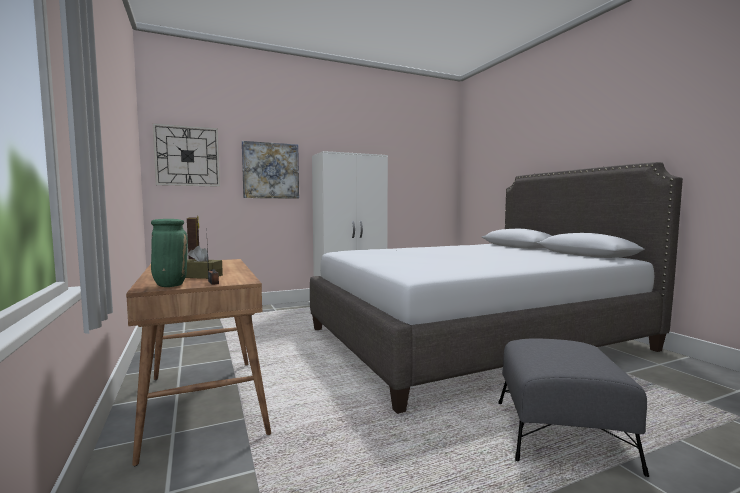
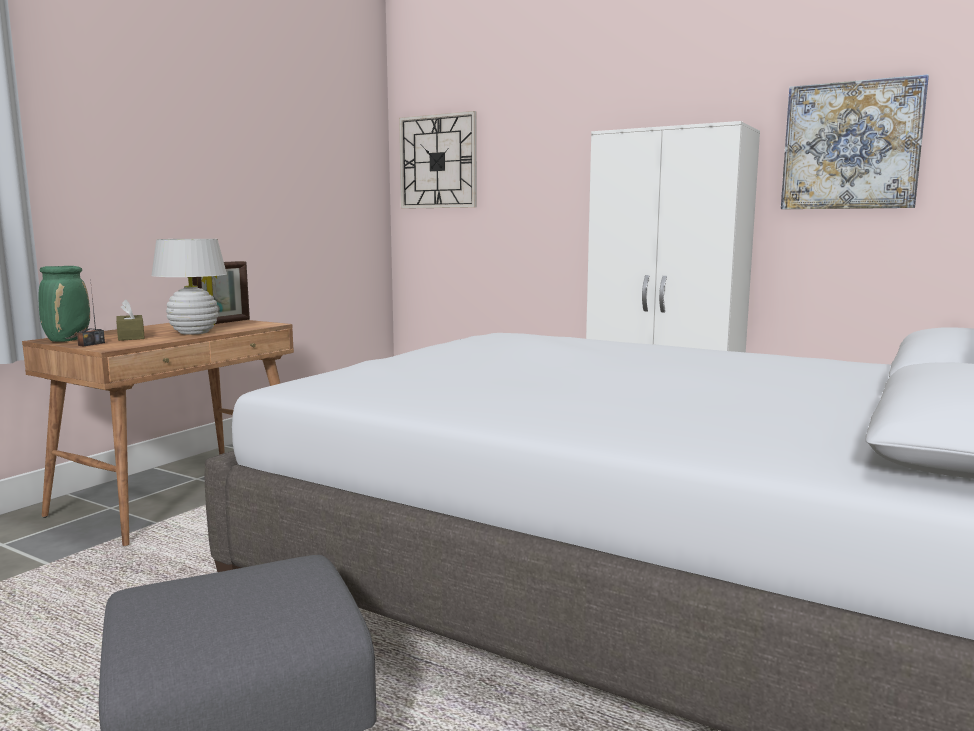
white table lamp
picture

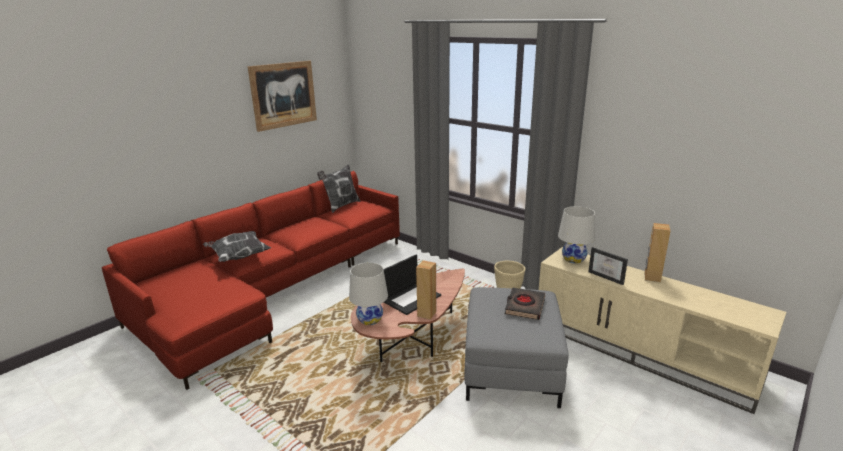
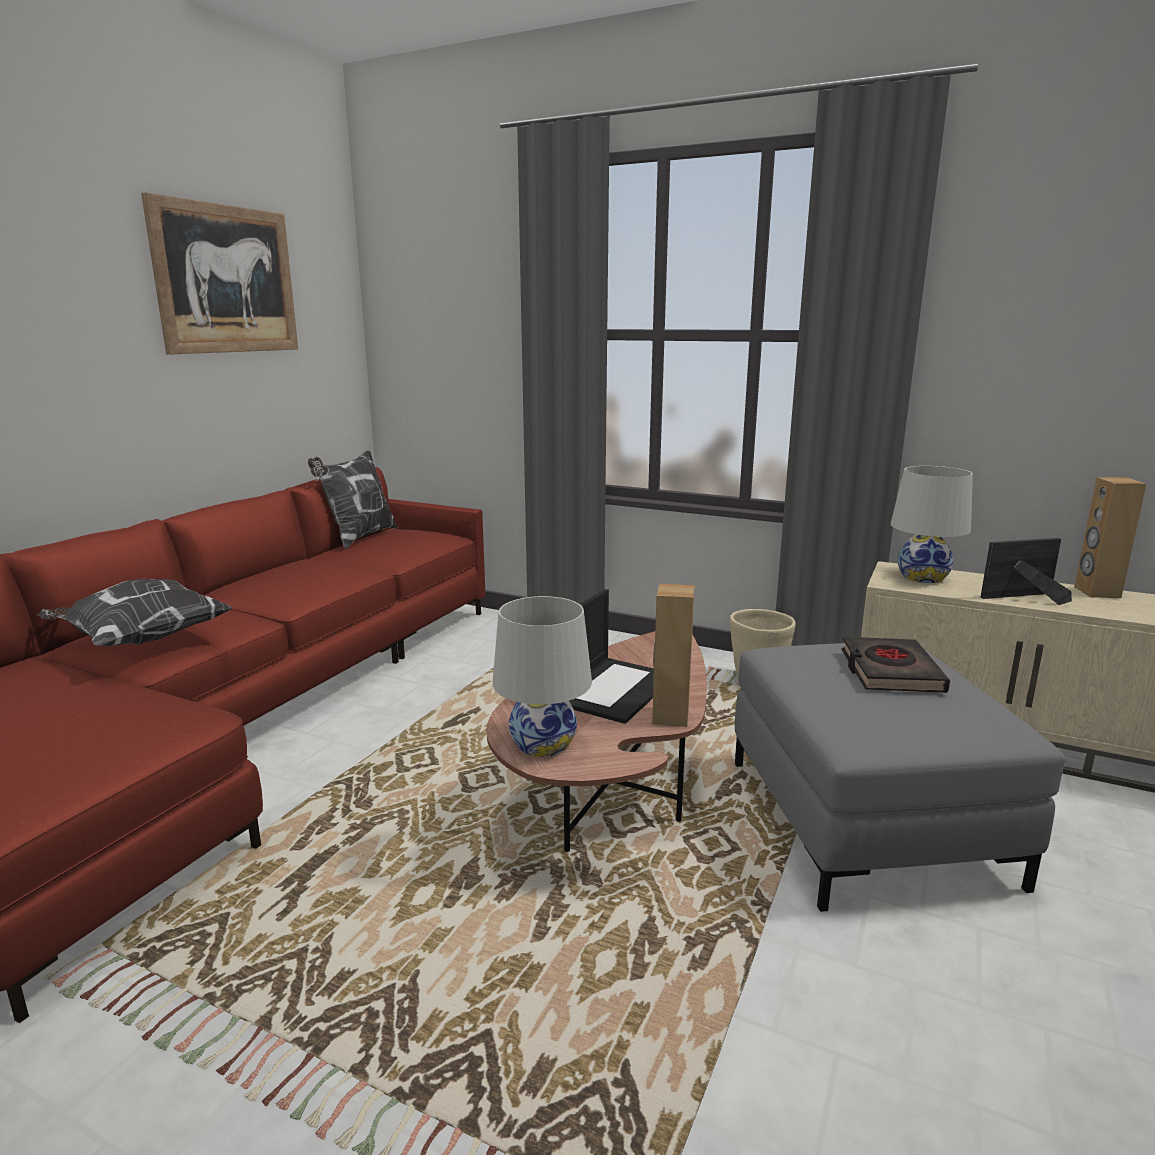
picture frame

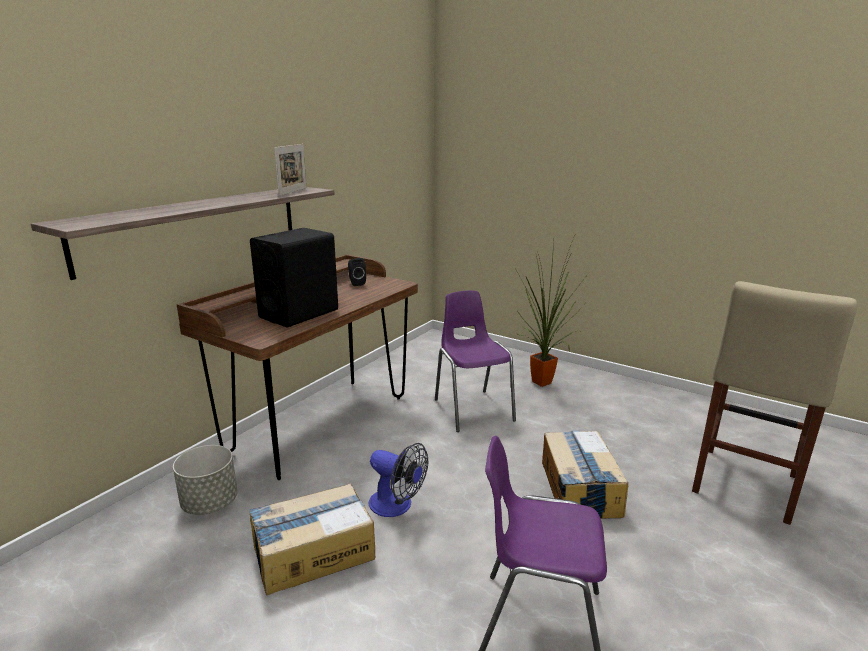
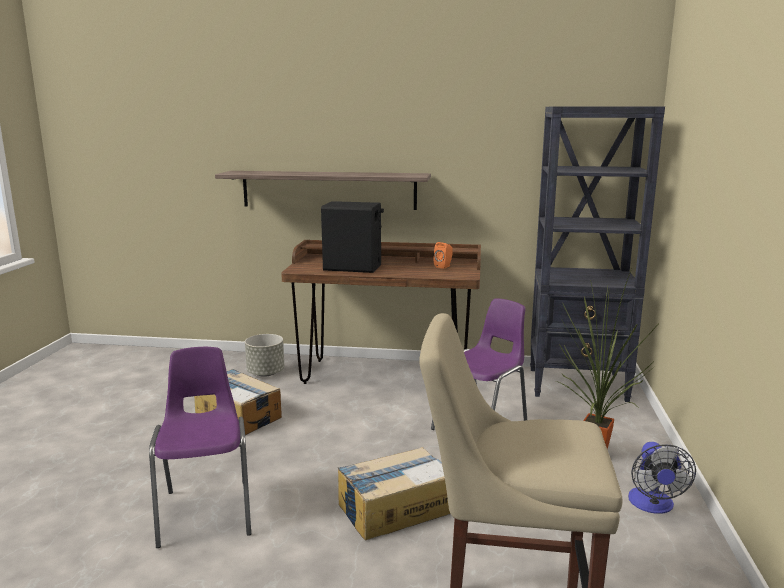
orange speaker
black bookcase
fan
picture frame

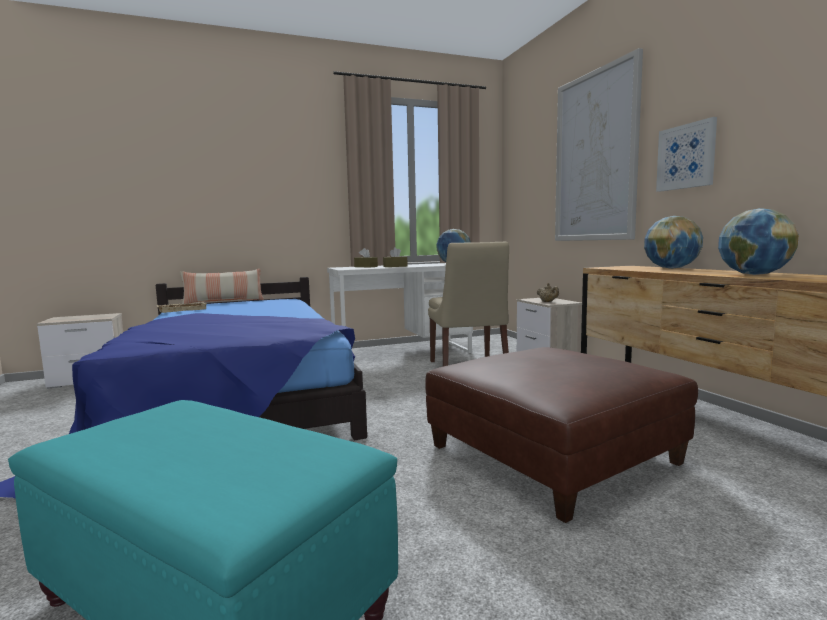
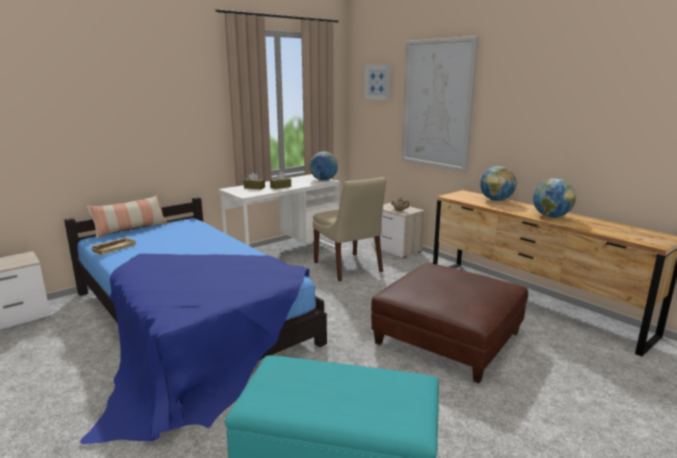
picture (no. 1 from left)

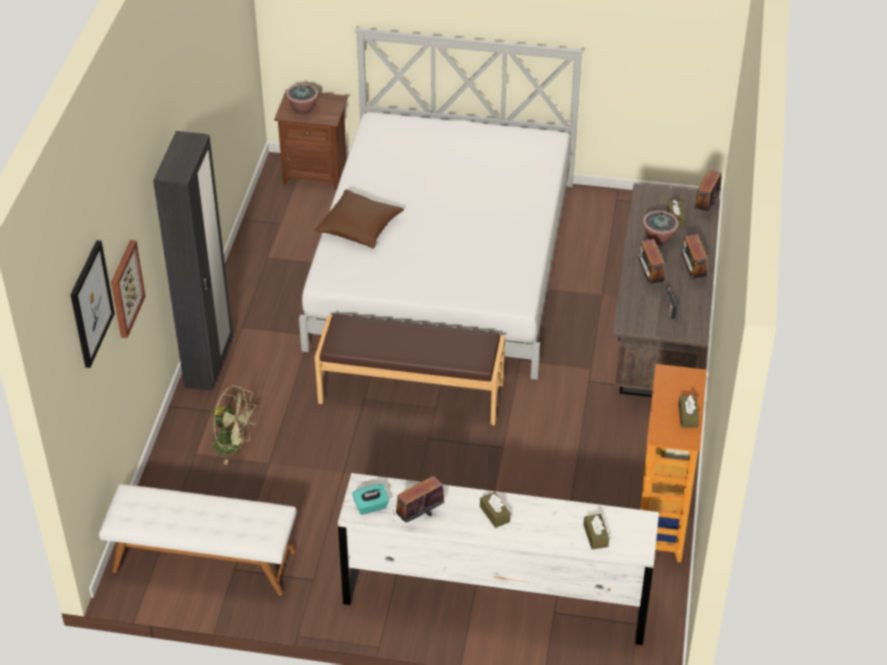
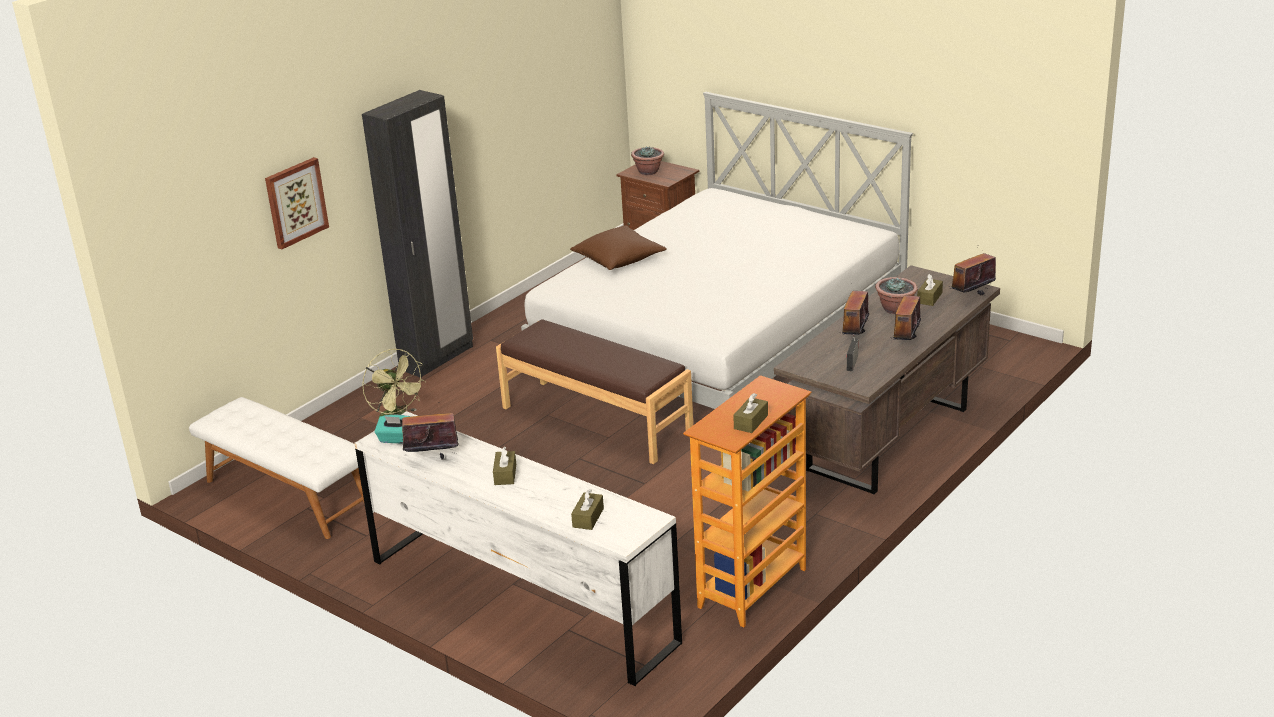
picture (no. 1 from left in the first image)

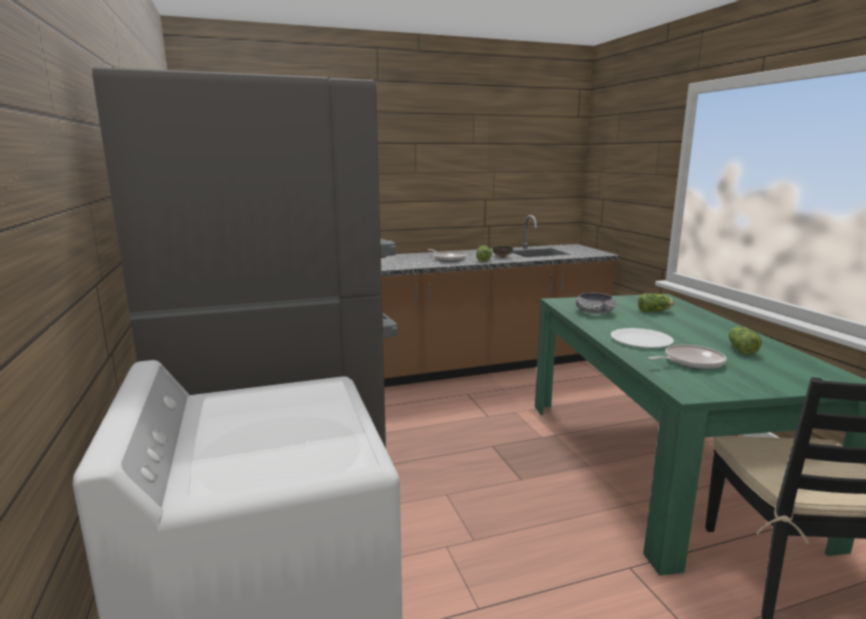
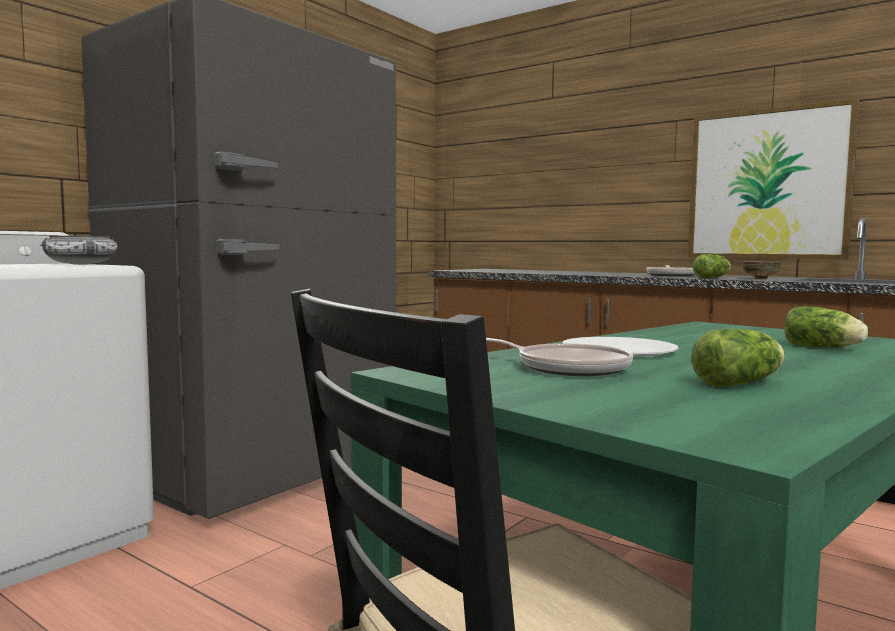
bowl (no. 1 from left)
picture

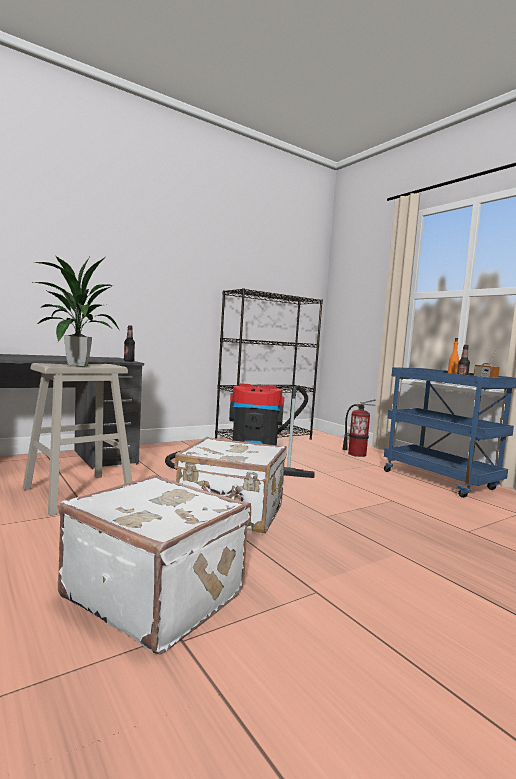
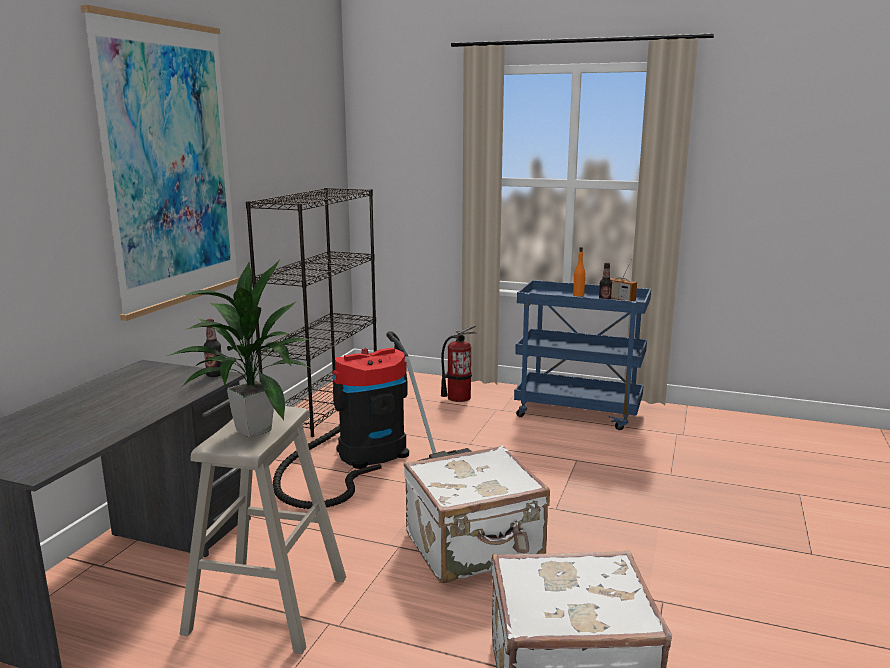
picture

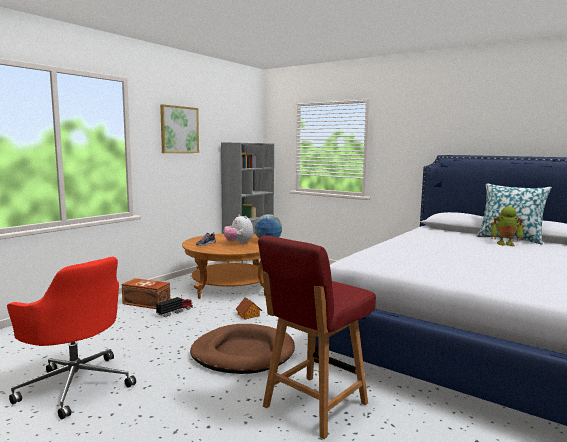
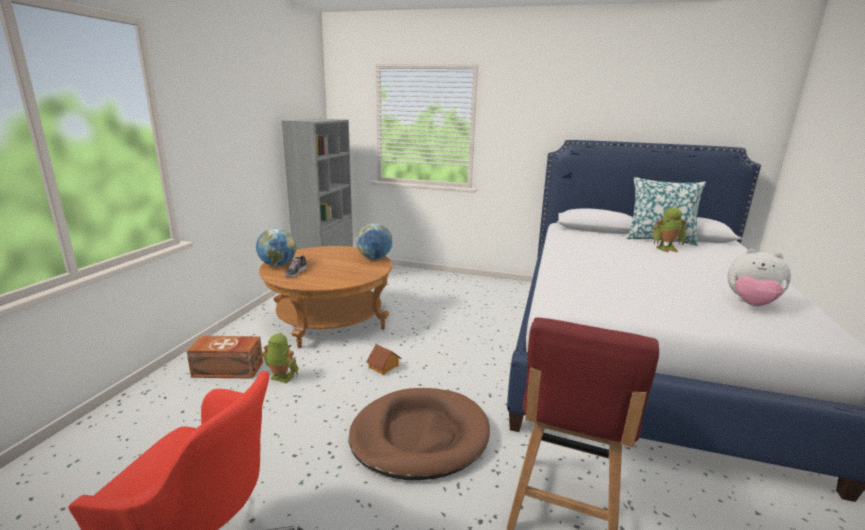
globe (no. 1 from left)
toy robot (no. 1 from left)
plush toy
picture

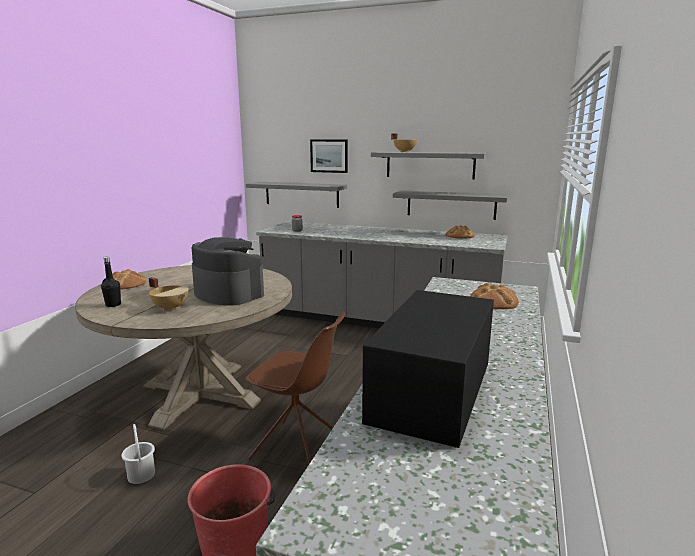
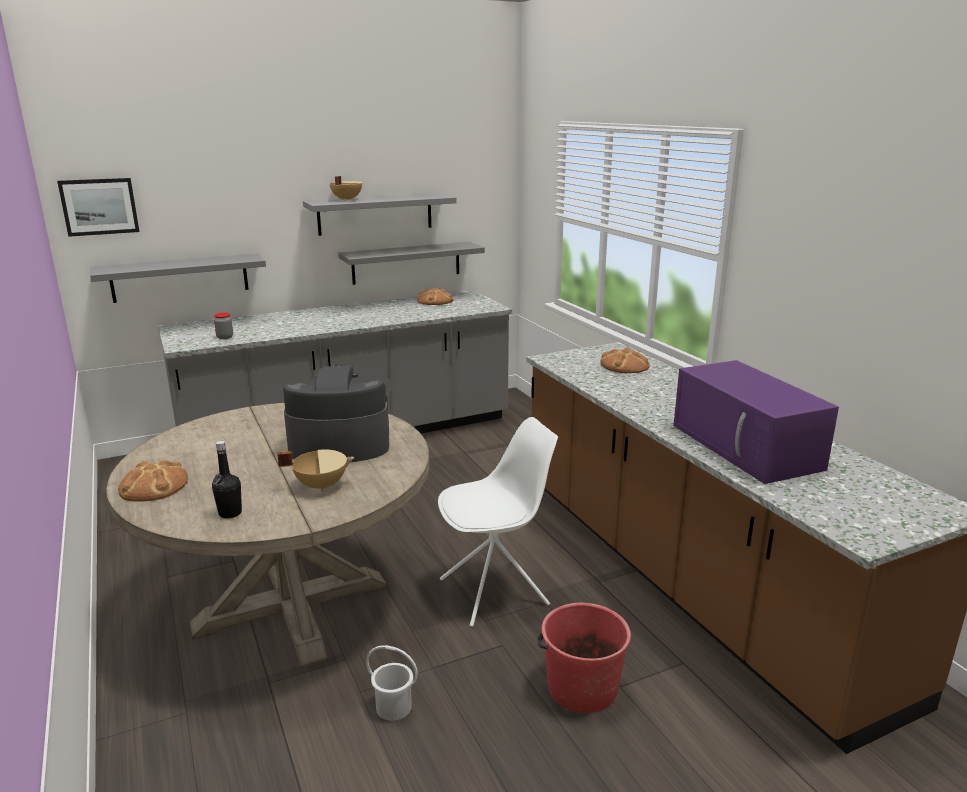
picture
white chair
purple microwave

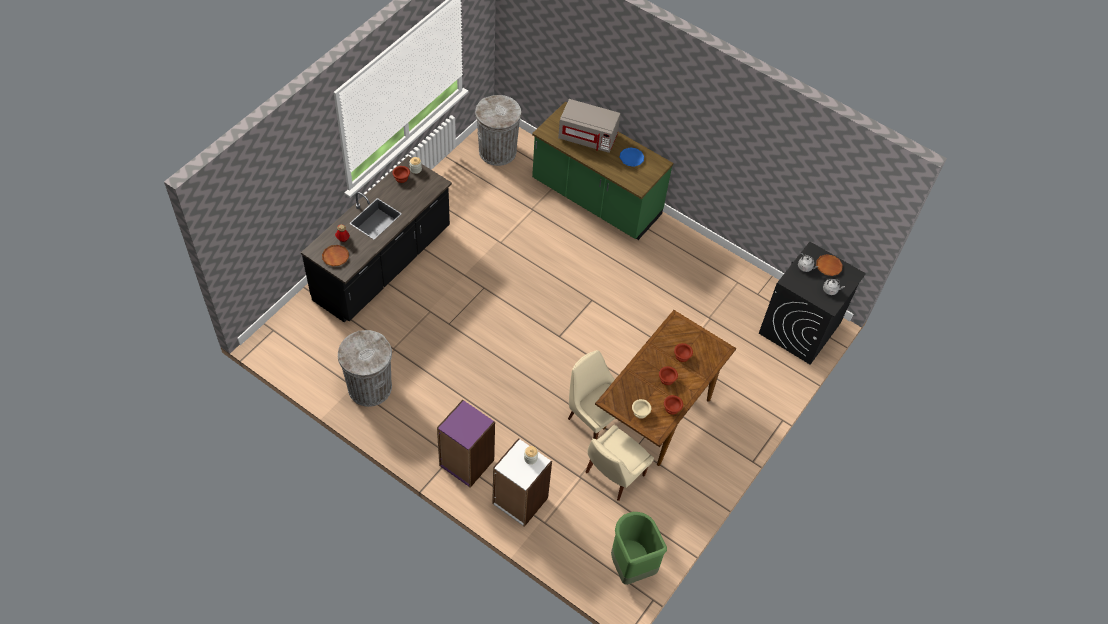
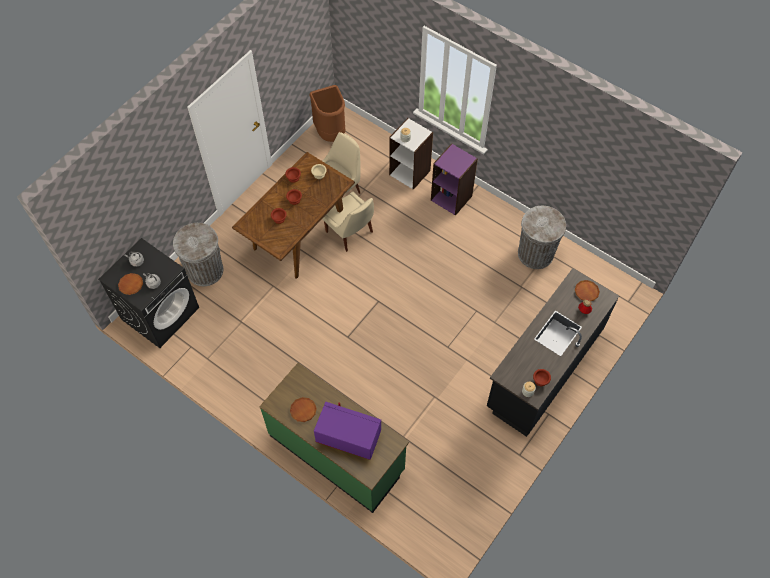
grey trash can (no. 1 from left)
brown plate (no. 2 from left)
brown trash can
purple microwave

